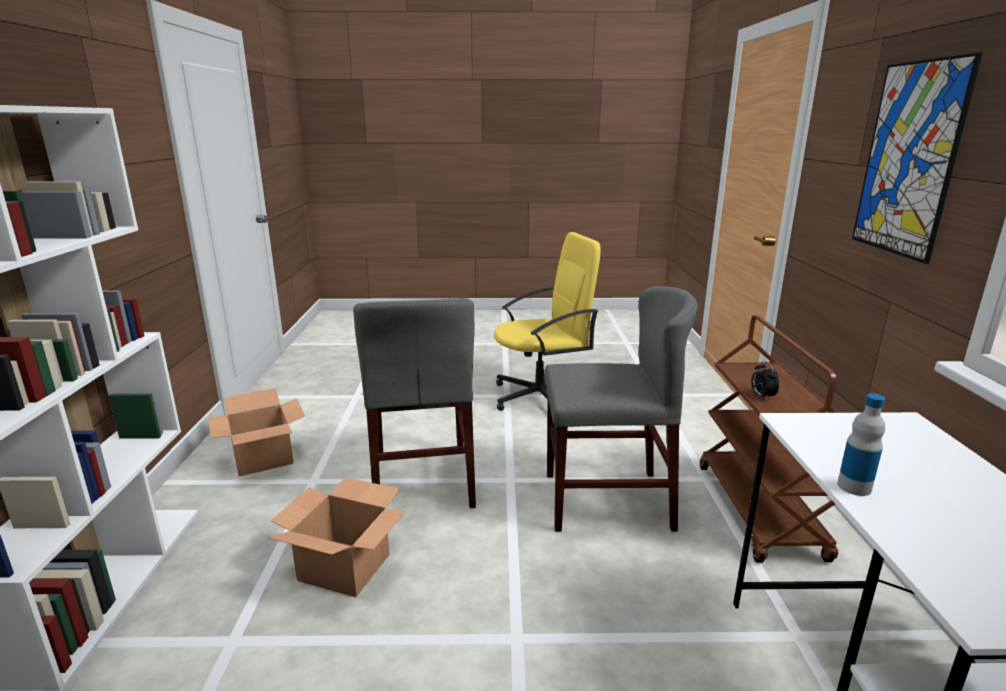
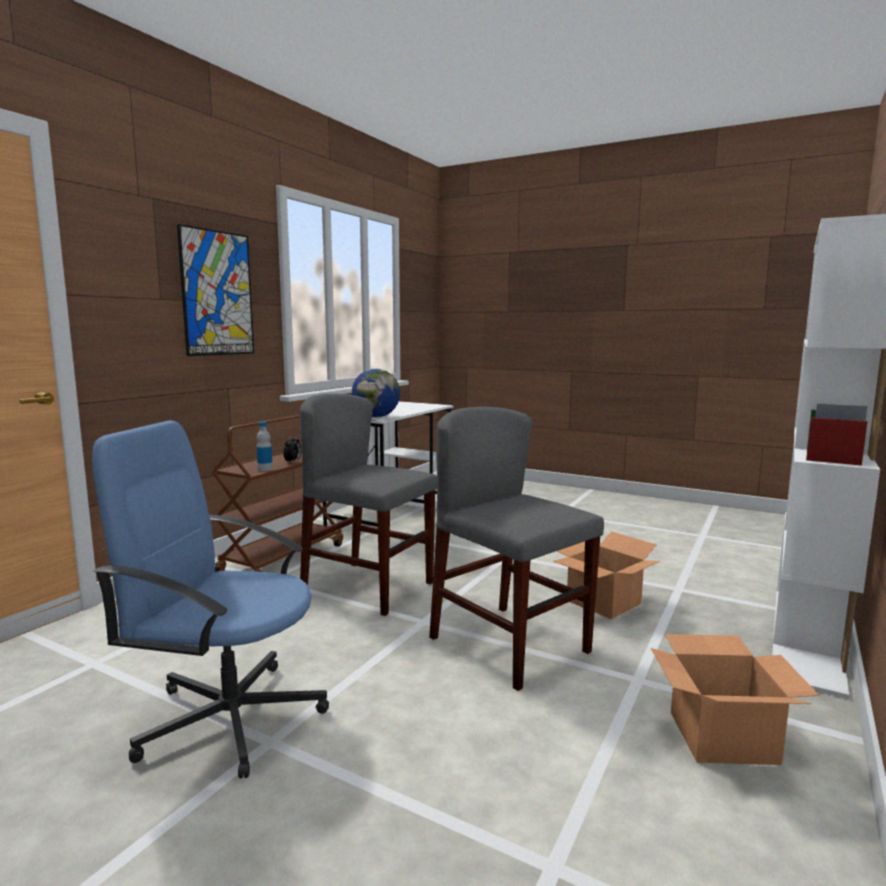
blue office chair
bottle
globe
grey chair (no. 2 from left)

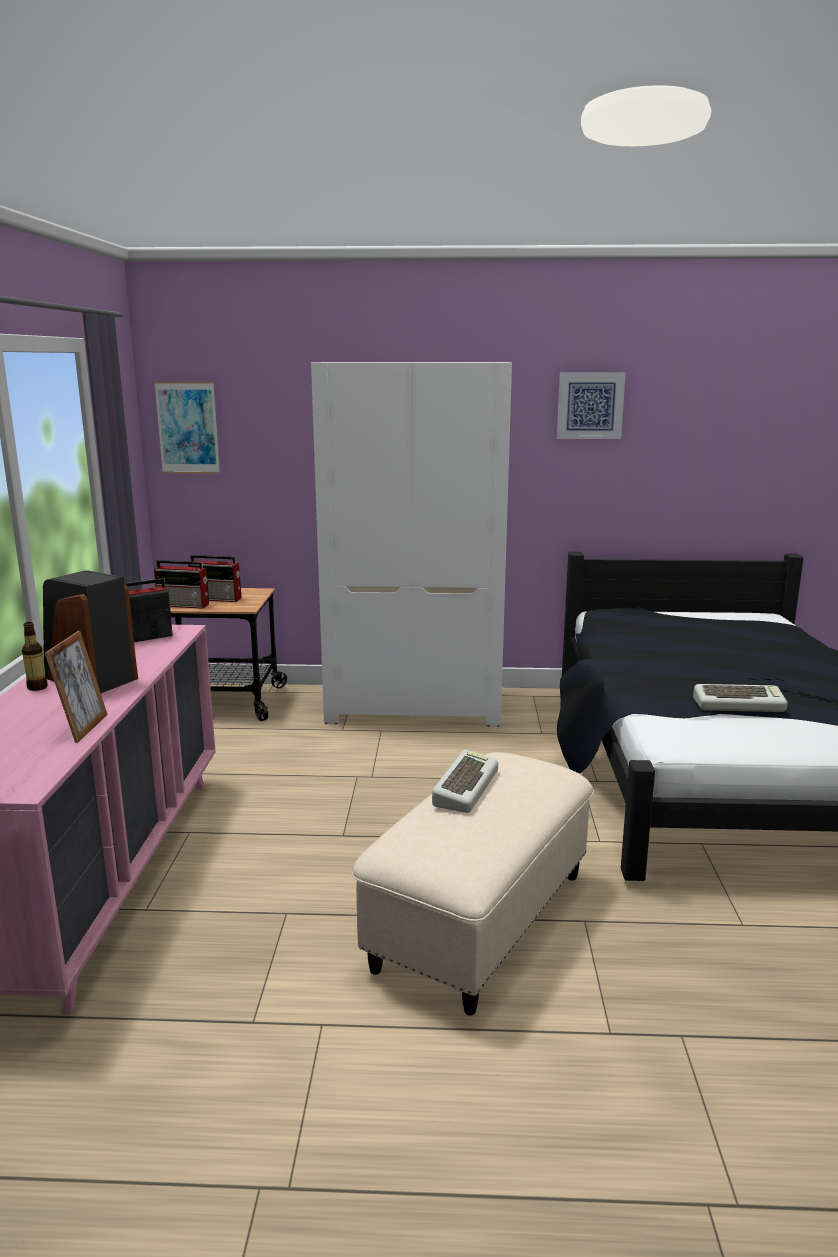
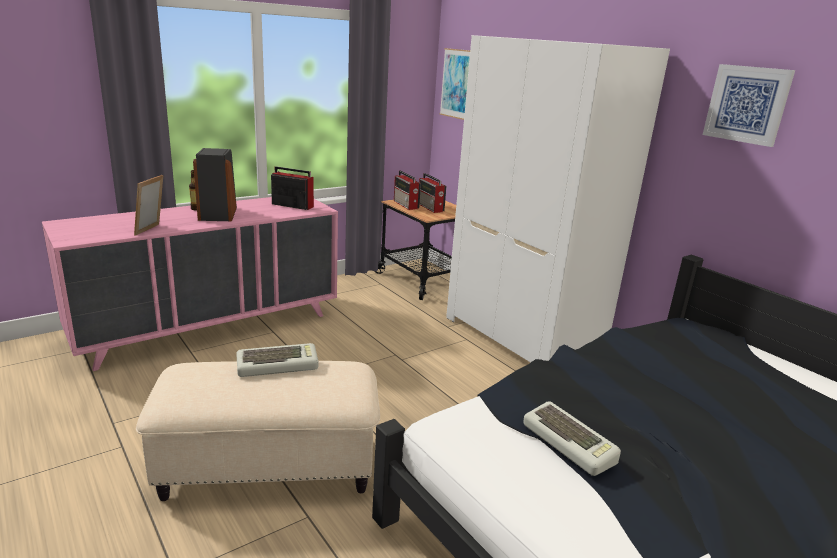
picture frame

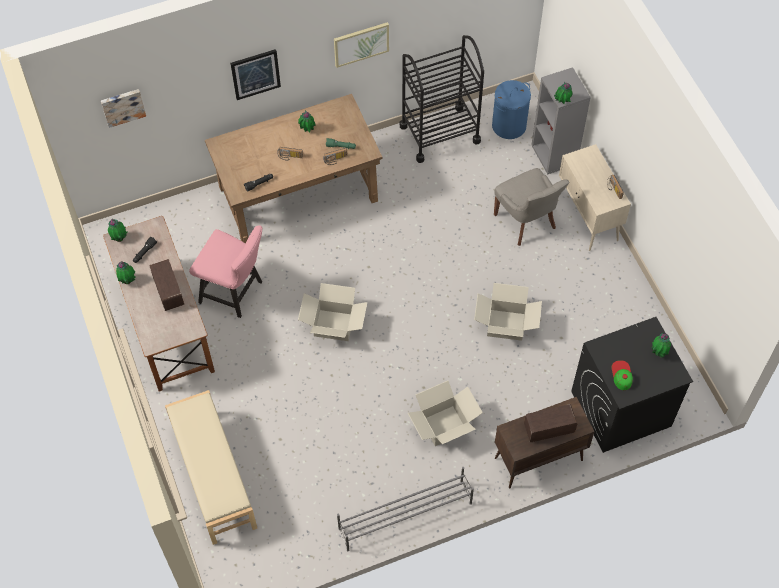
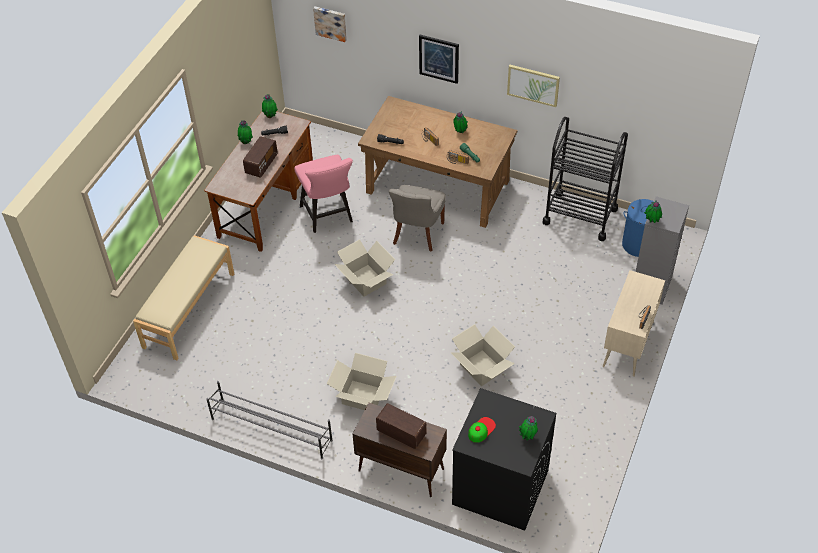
grey chair

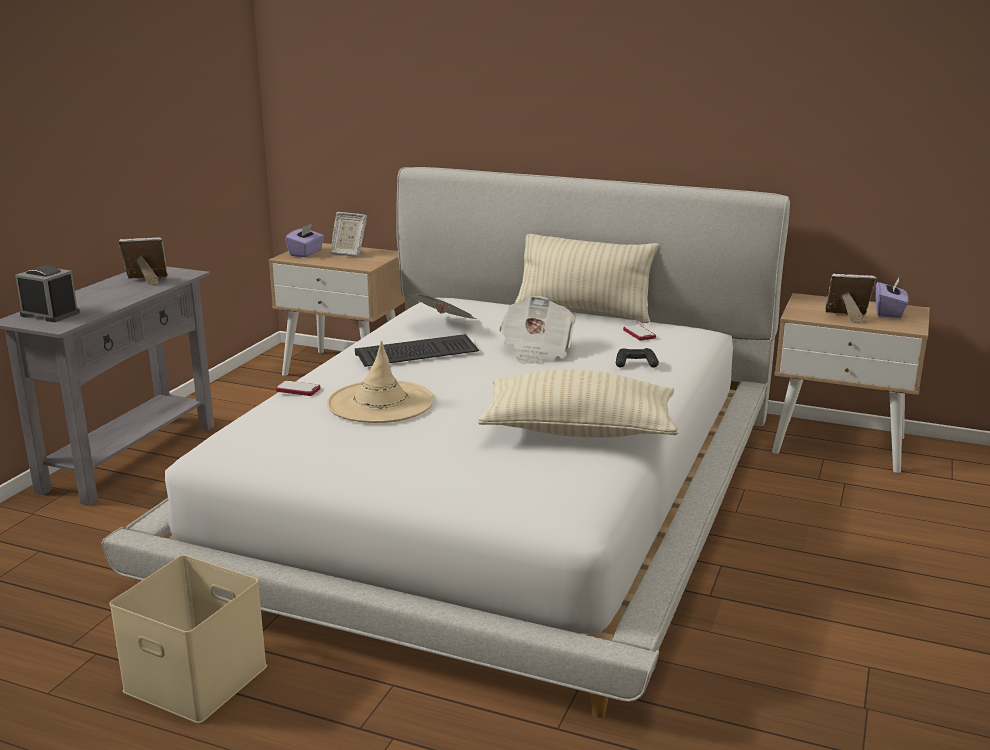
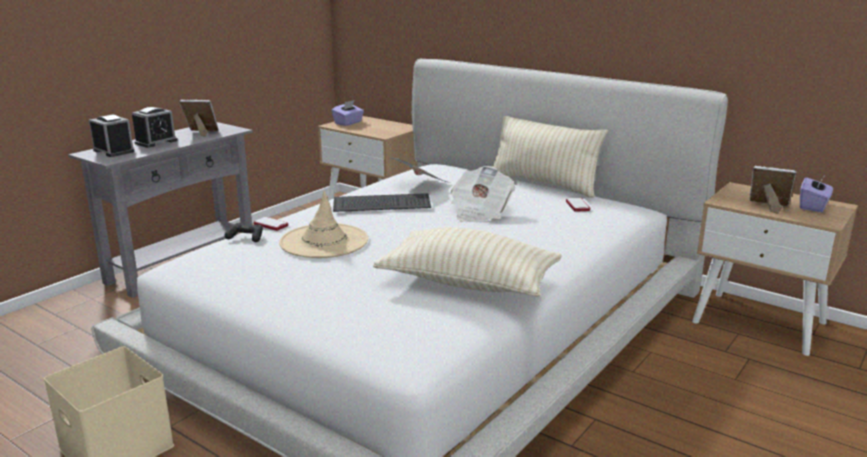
alarm clock (no. 2 from left)
black game controller
picture frame (no. 2 from left in the first image)

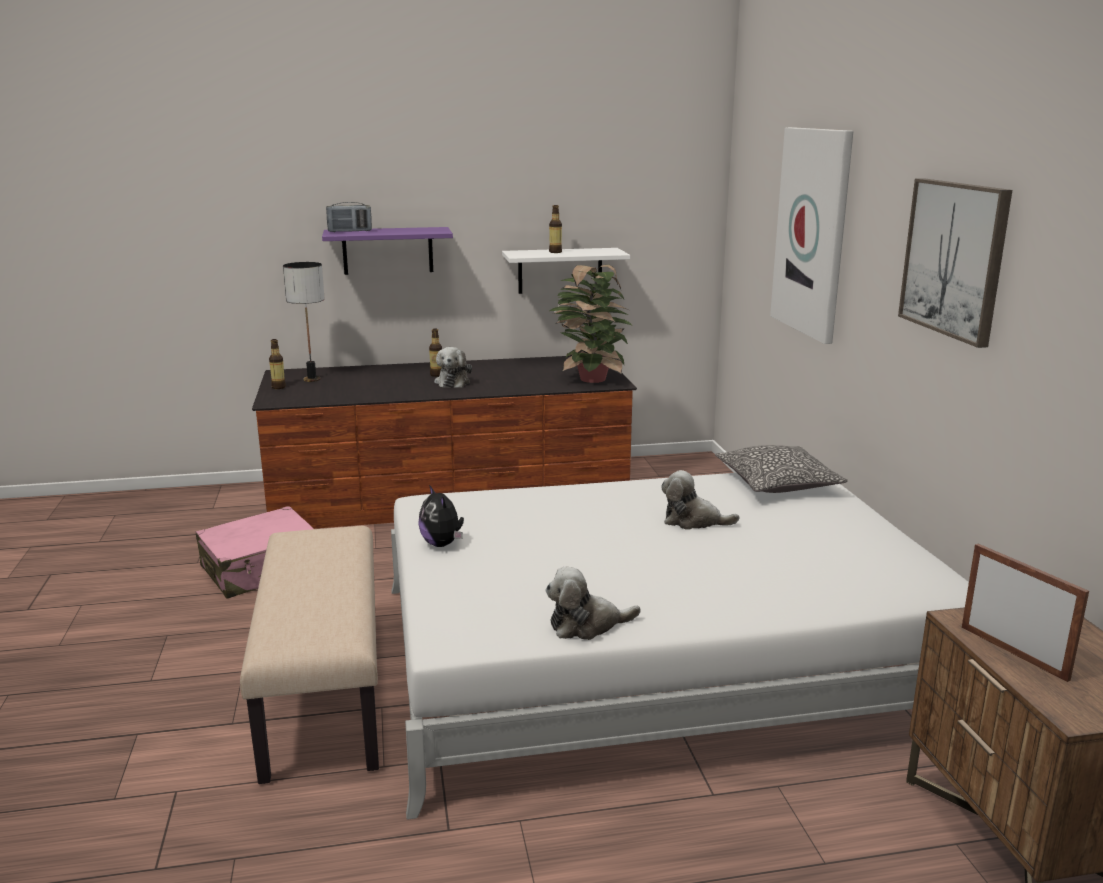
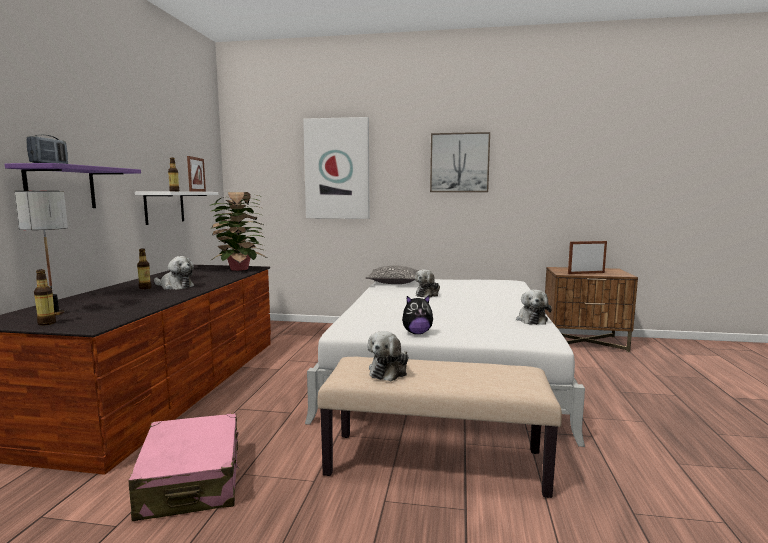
picture frame (no. 1 from left)
plush toy (no. 2 from left)

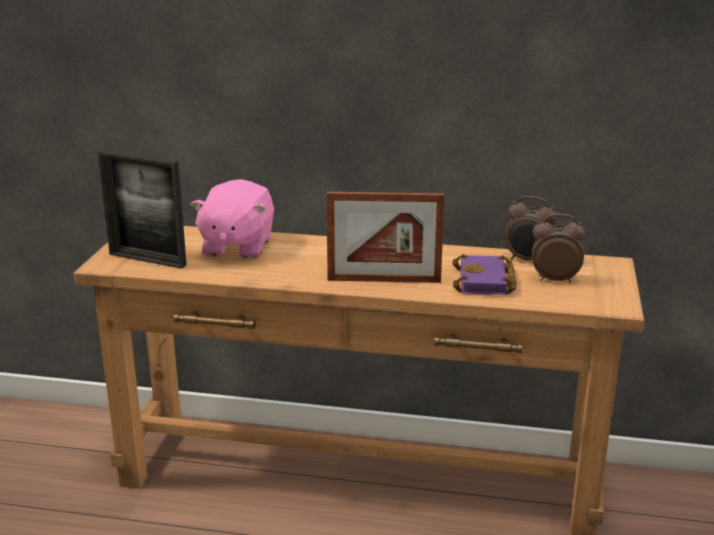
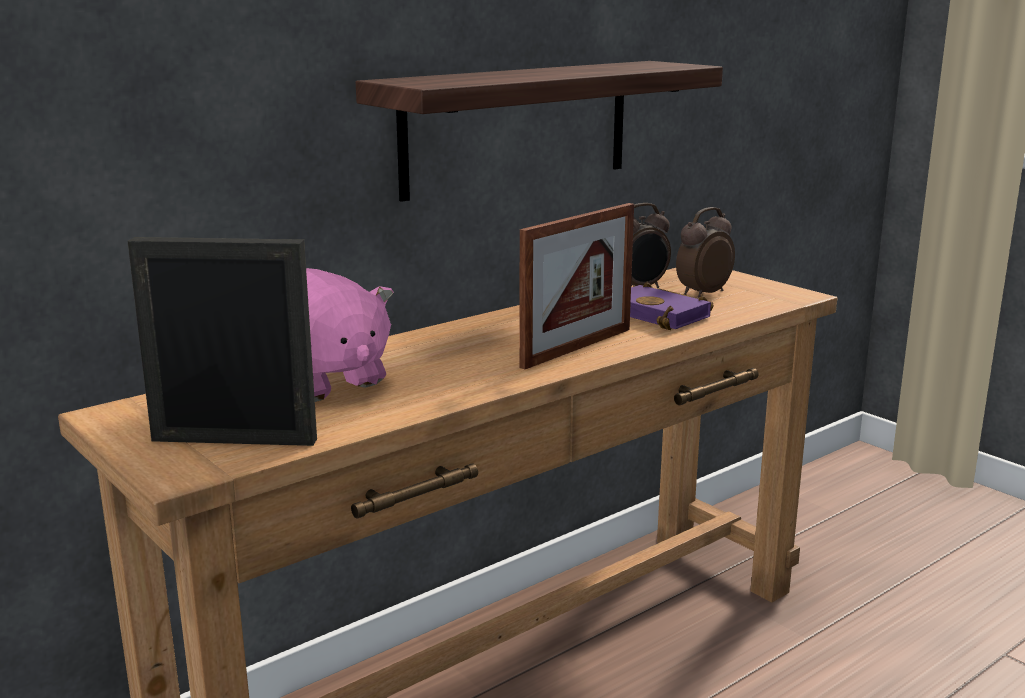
picture frame (no. 1 from left)
shelf

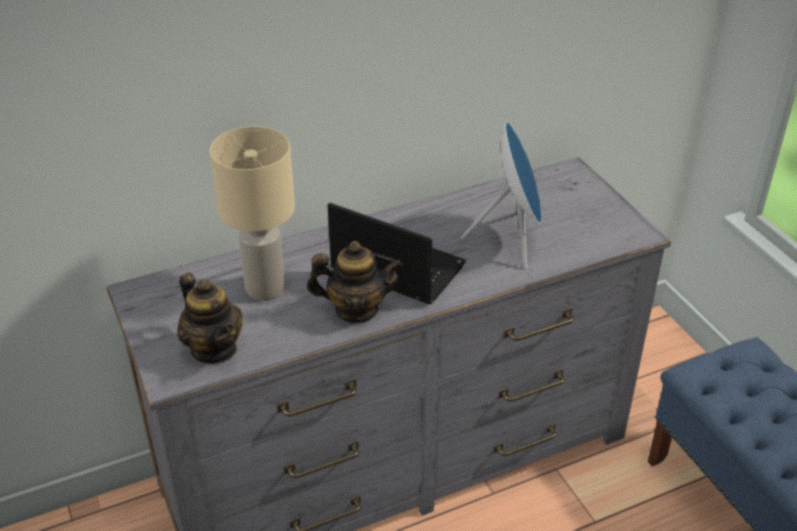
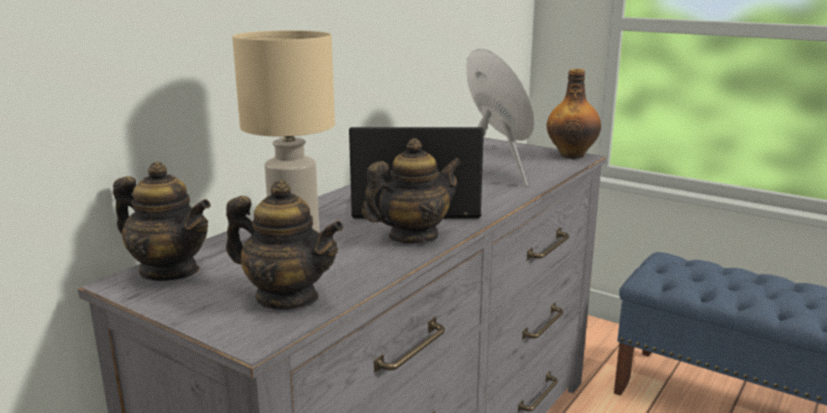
teapot (no. 1 from left)
bottle

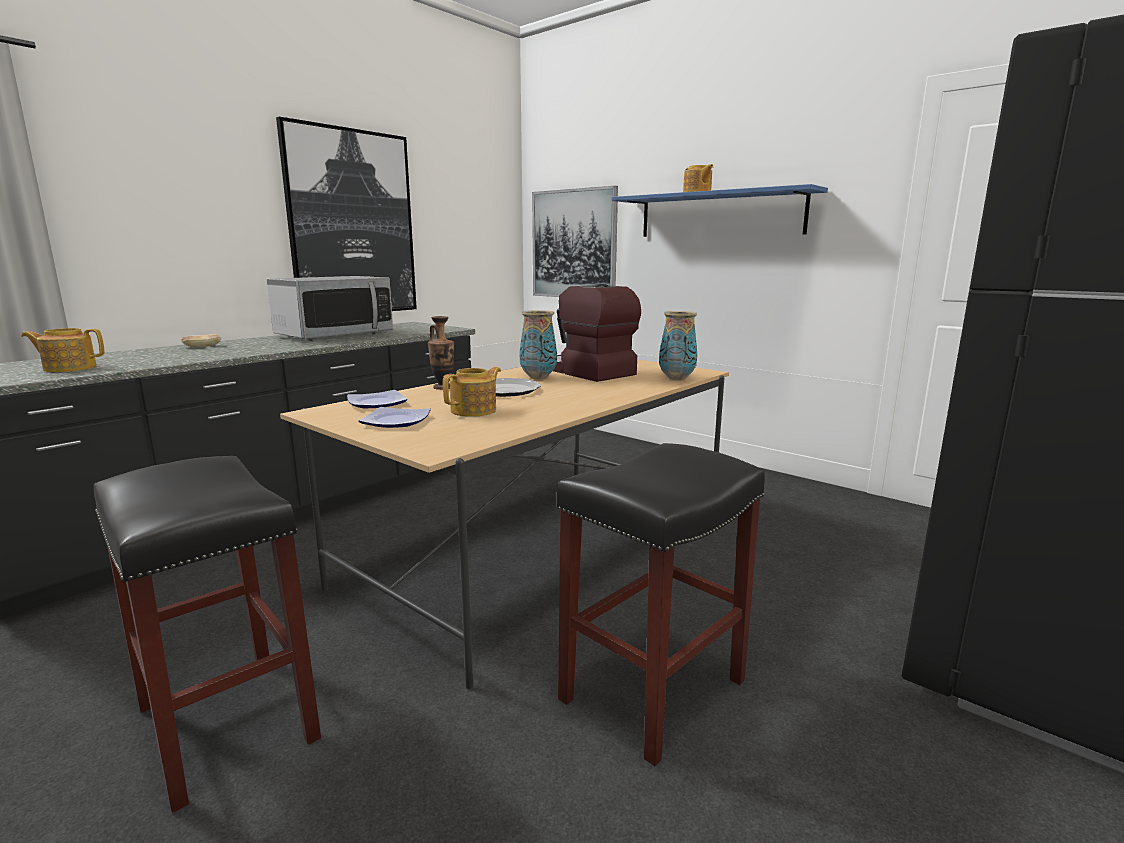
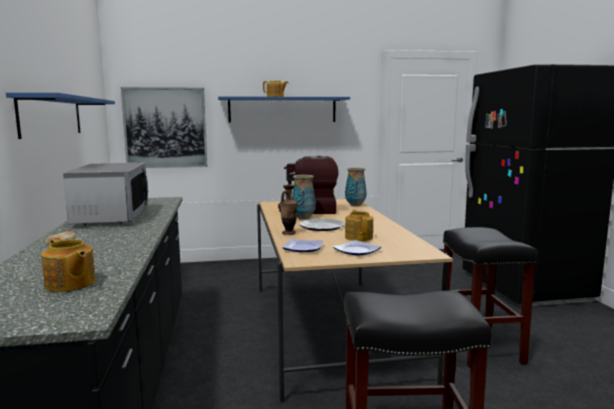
blue shelf (no. 1 from left)
teapot (no. 1 from left)

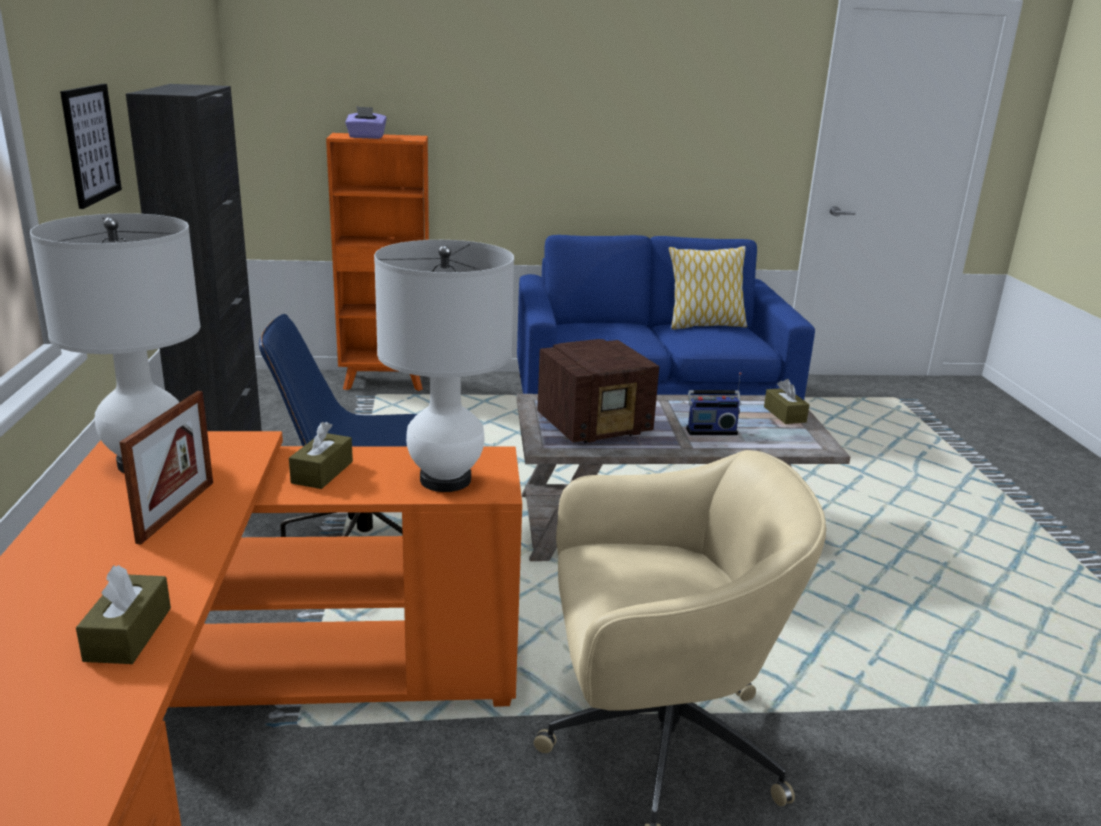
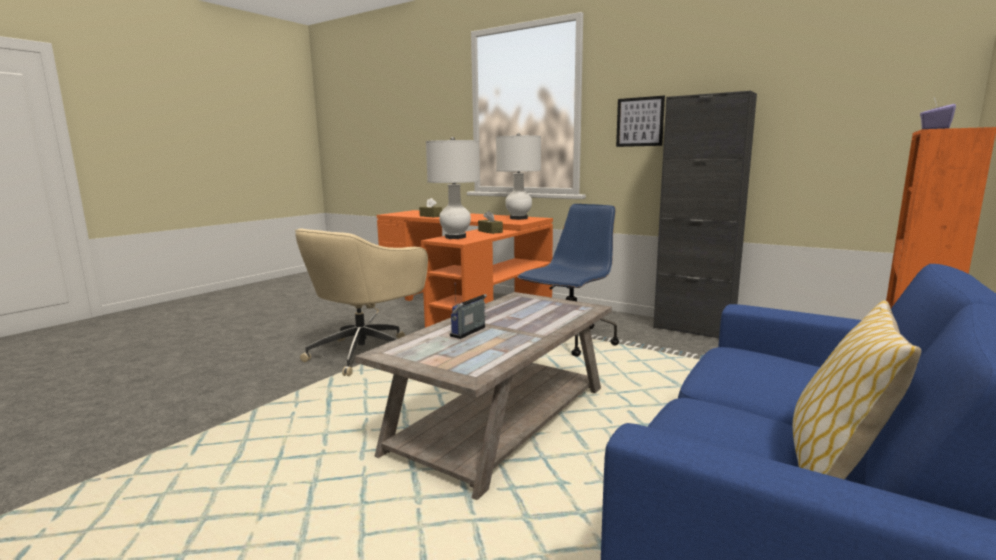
picture frame
radio (no. 1 from left in the first image)
brown tissue box (no. 3 from left in the first image)

